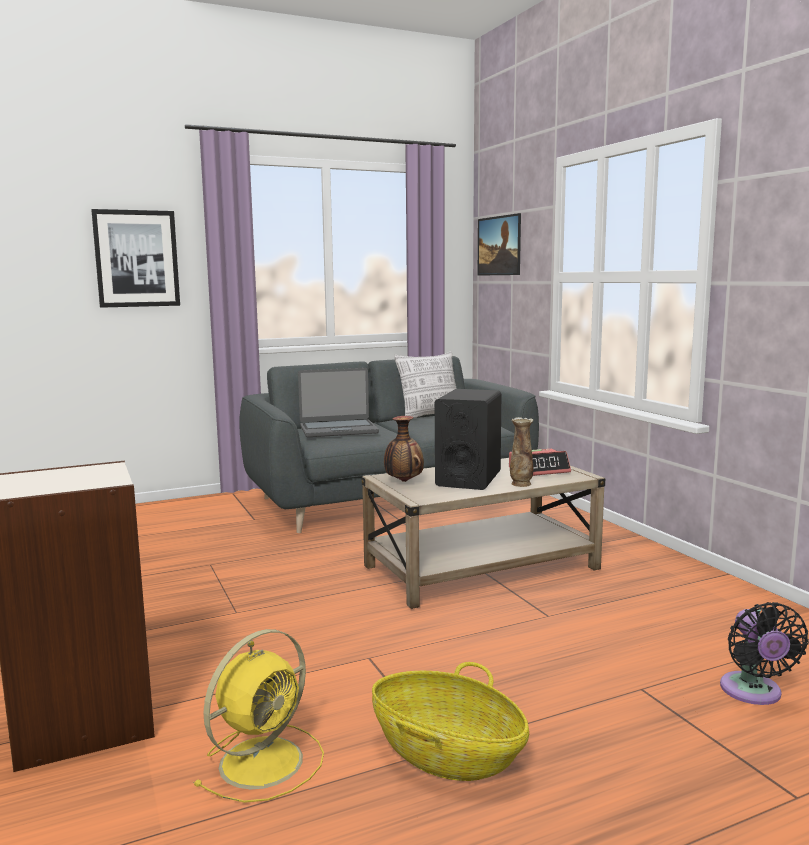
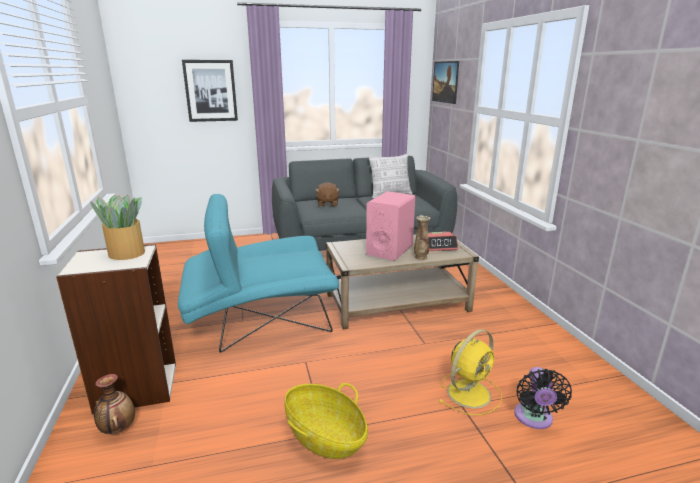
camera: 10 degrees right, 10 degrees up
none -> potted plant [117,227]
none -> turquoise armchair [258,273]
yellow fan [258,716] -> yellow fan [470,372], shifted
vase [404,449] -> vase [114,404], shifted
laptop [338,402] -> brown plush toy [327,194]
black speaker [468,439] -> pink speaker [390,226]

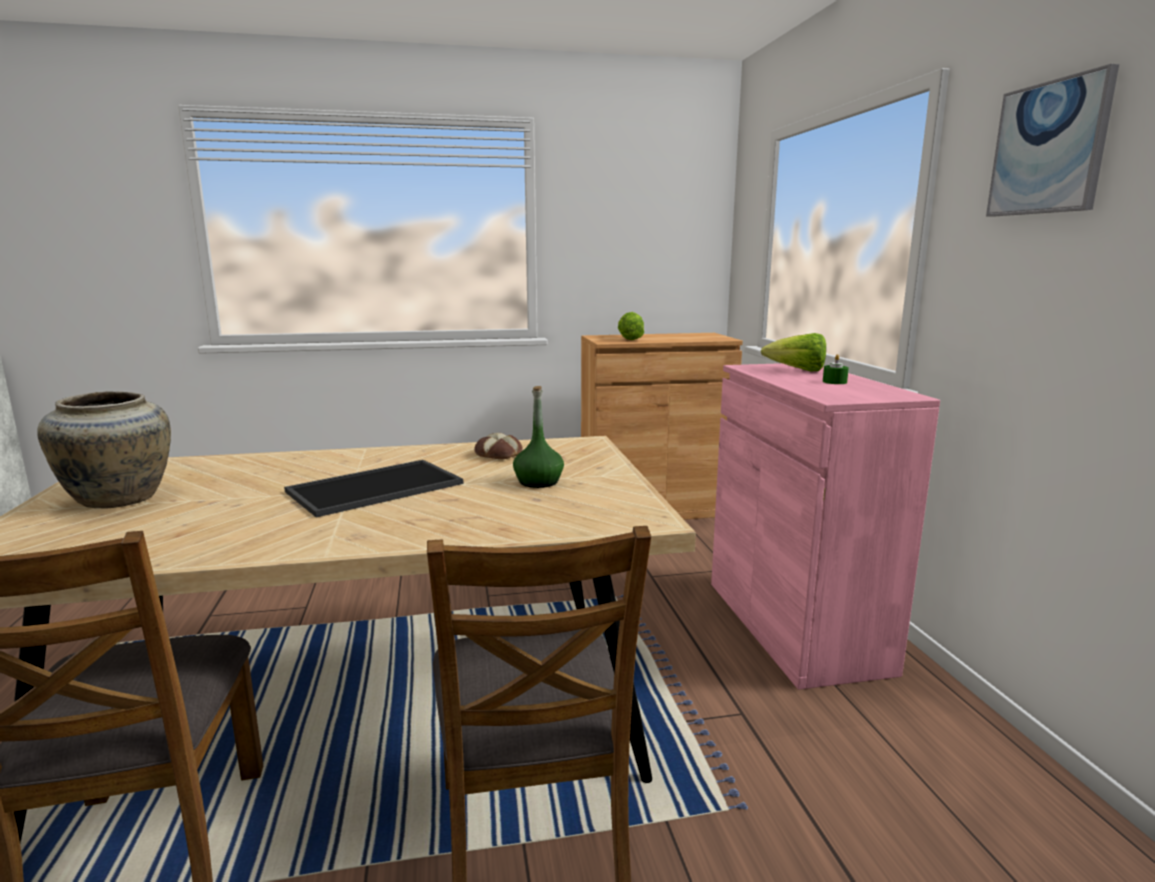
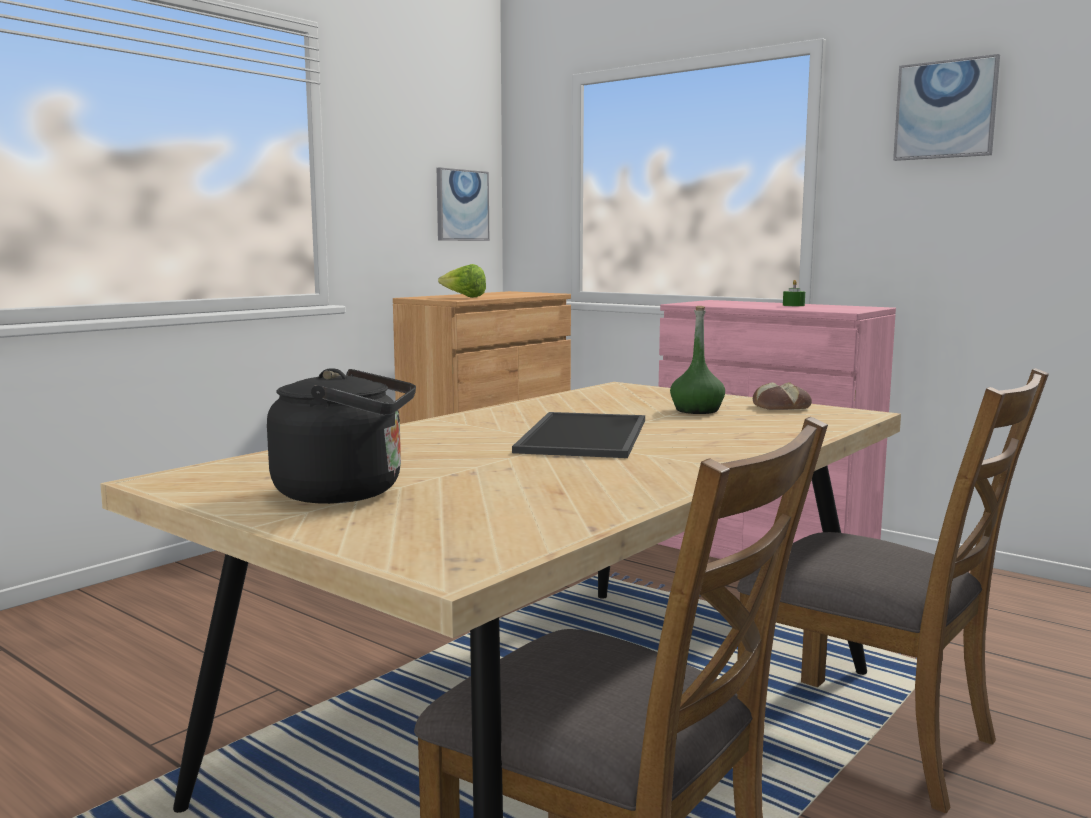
camera: 40 degrees left, 5 degrees down
lettuce [793,352] -> none
none -> picture [463,204]
bread [498,446] -> bread [782,396], shifted
beige vase [104,449] -> black kettle [341,436]

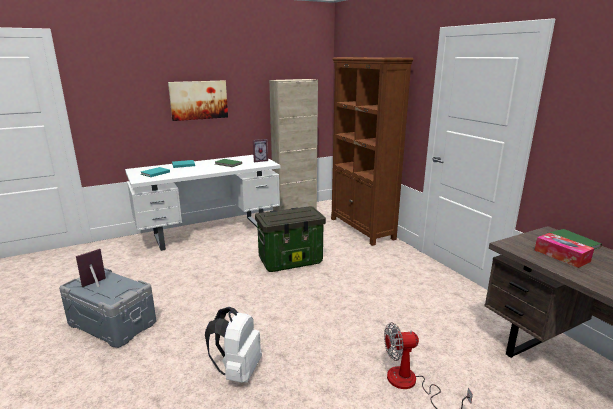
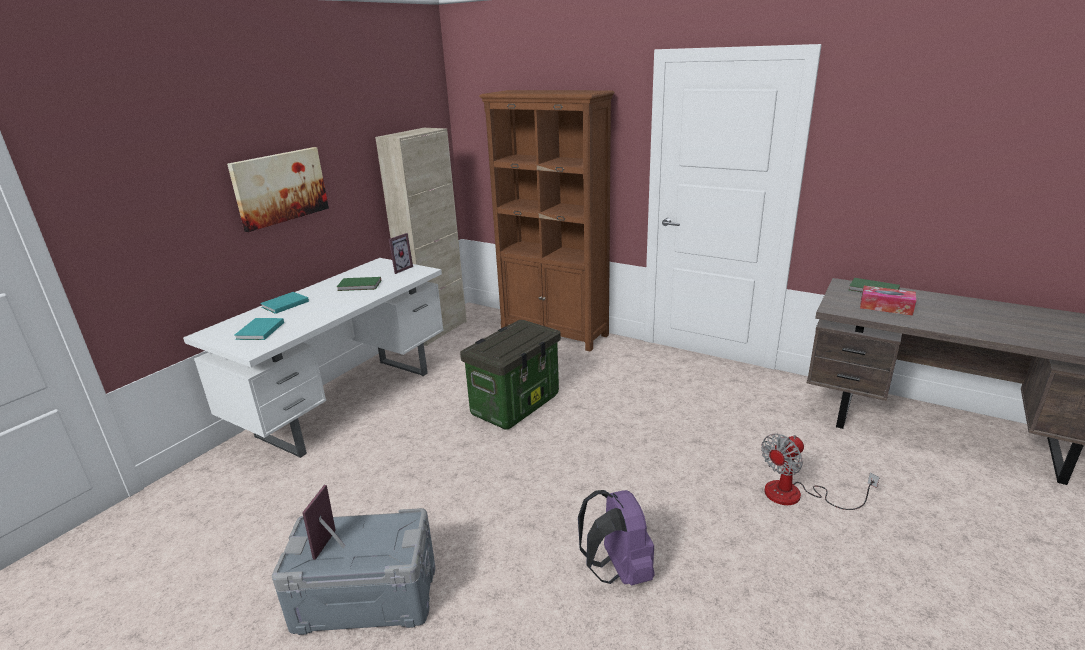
camera: 30 degrees left, 5 degrees up
white backpack [233,345] -> purple backpack [616,538]

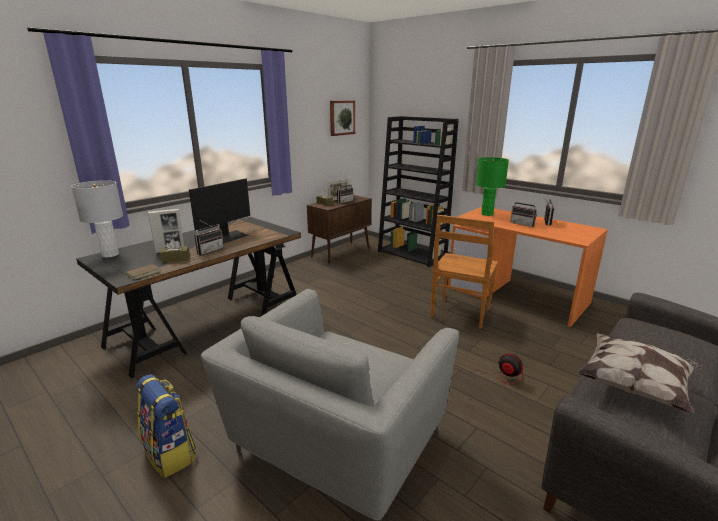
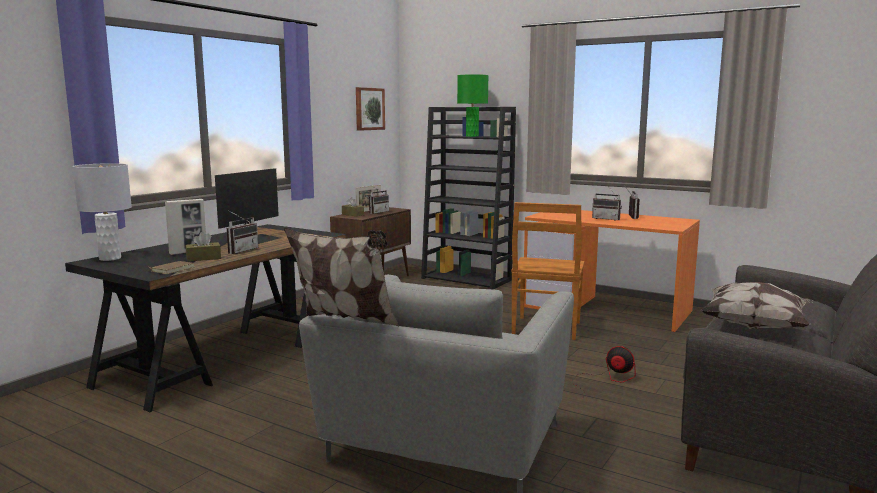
camera: 10 degrees left, 10 degrees down
backpack [166,426] -> none
none -> pillow [341,277]
green table lamp [492,186] -> green table lamp [473,105], shifted

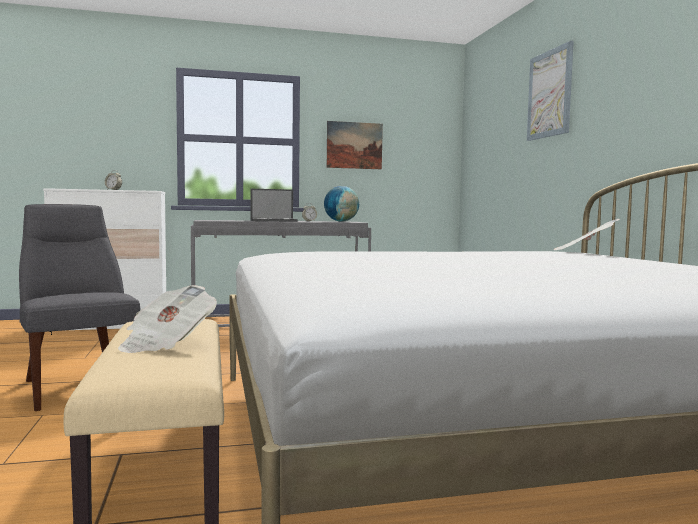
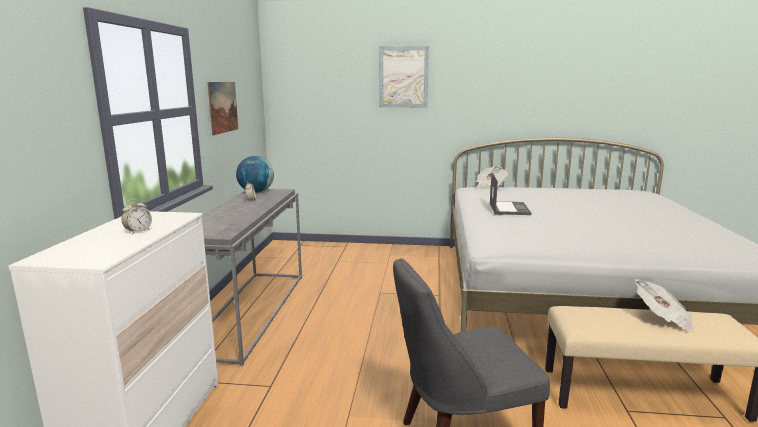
camera: 70 degrees left, 10 degrees up
laptop [274,205] -> laptop [510,194], shifted

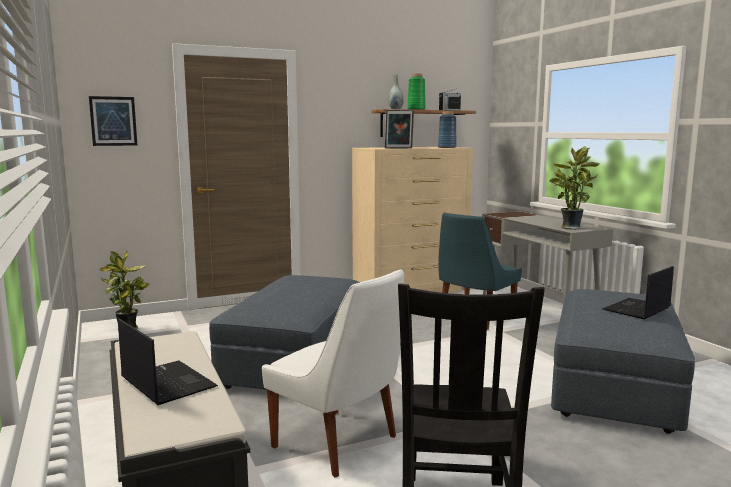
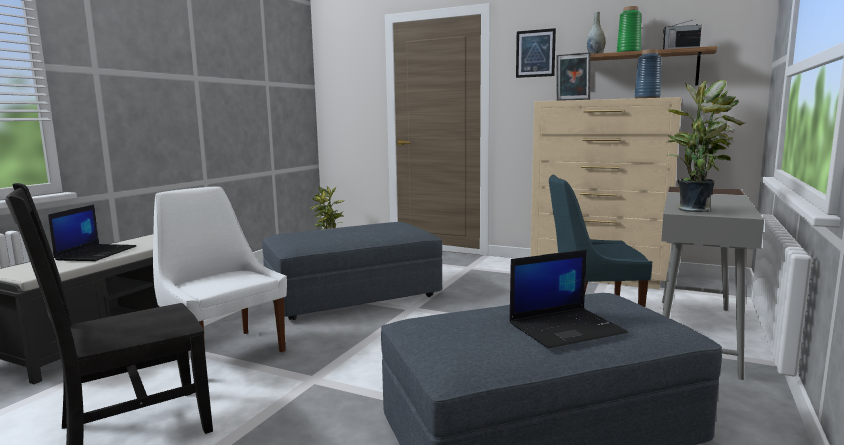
camera: 50 degrees right, 0 degrees up
picture [113,121] -> picture [536,53], shifted
white chair [333,373] -> white chair [220,269], 135 degrees clockwise
laptop [638,292] -> laptop [568,299], 150 degrees clockwise

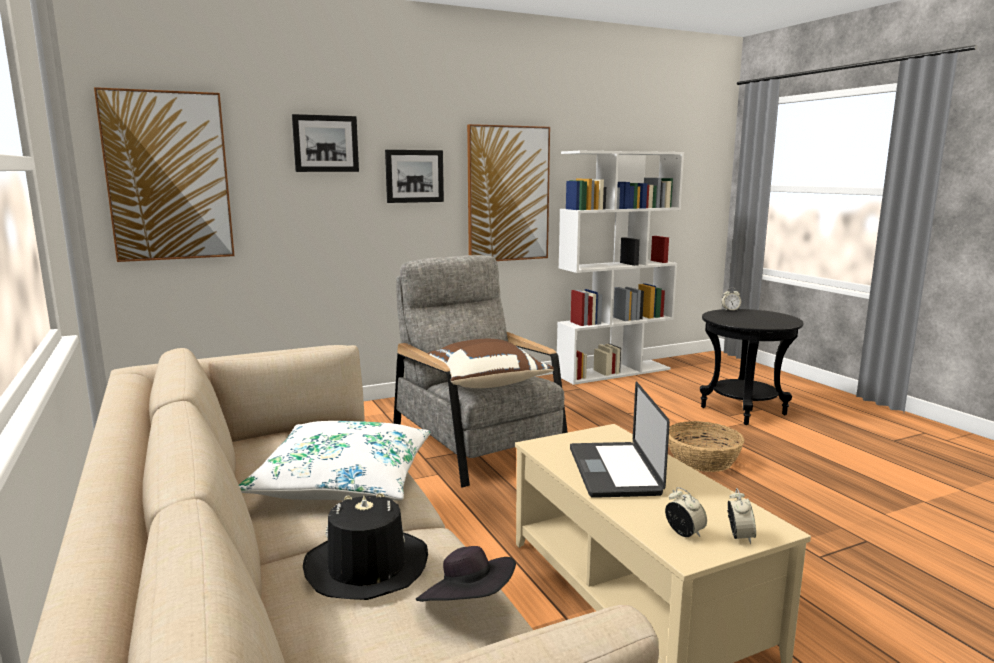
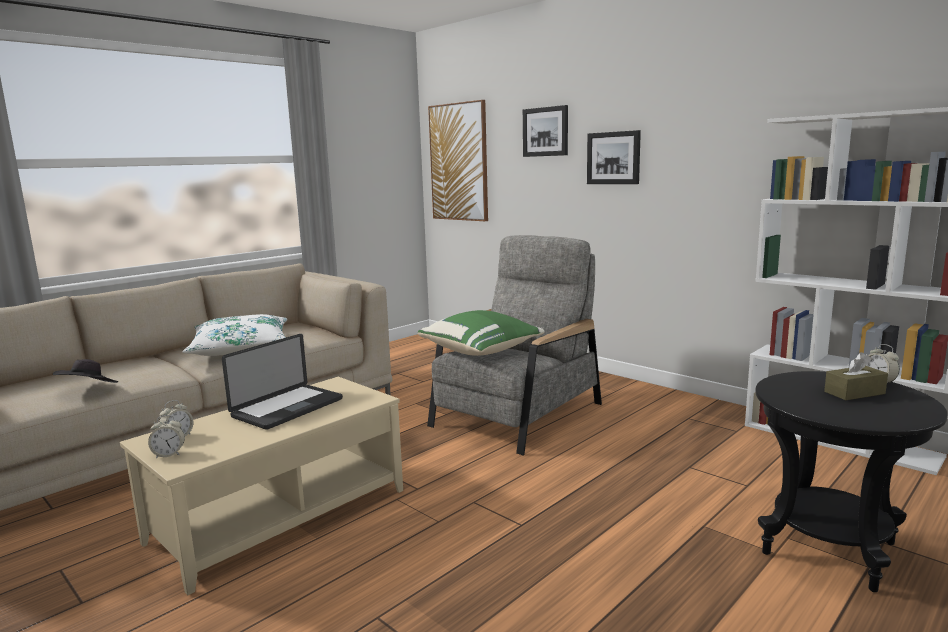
camera: 70 degrees right, 0 degrees up
black hat [365,546] -> none
picture [508,192] -> none
basket [706,446] -> none
none -> brown tissue box [856,376]
brown pillow [490,363] -> green pillow [481,333]
laptop [620,440] -> laptop [282,382], 150 degrees clockwise

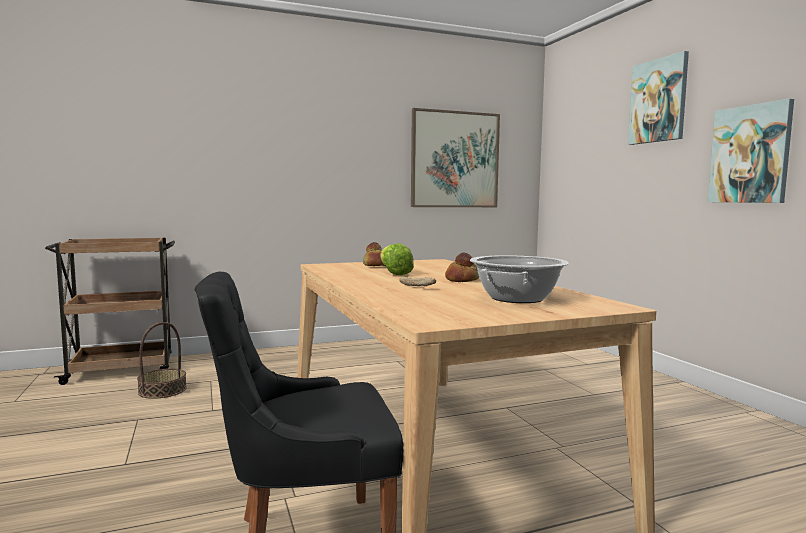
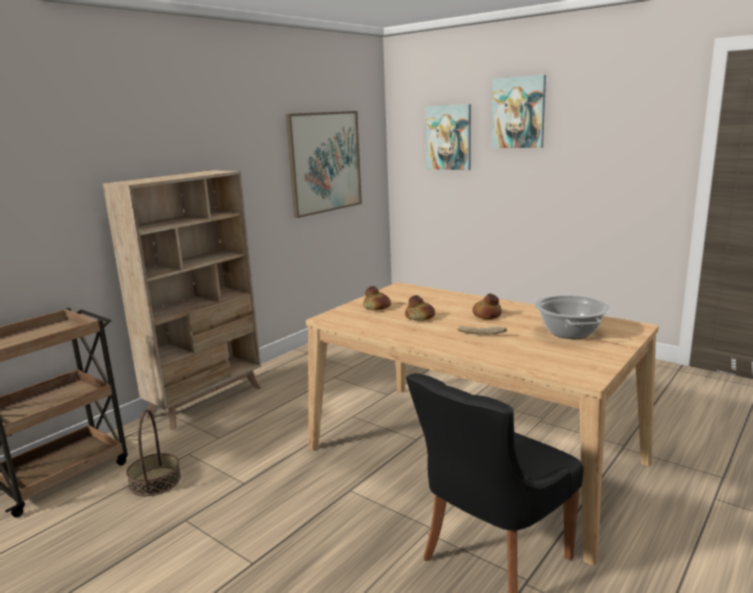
camera: 30 degrees left, 10 degrees up
none -> beige bookcase [182,300]
picture [751,151] -> picture [448,137], shifted
lettuce [397,259] -> bread [420,308]

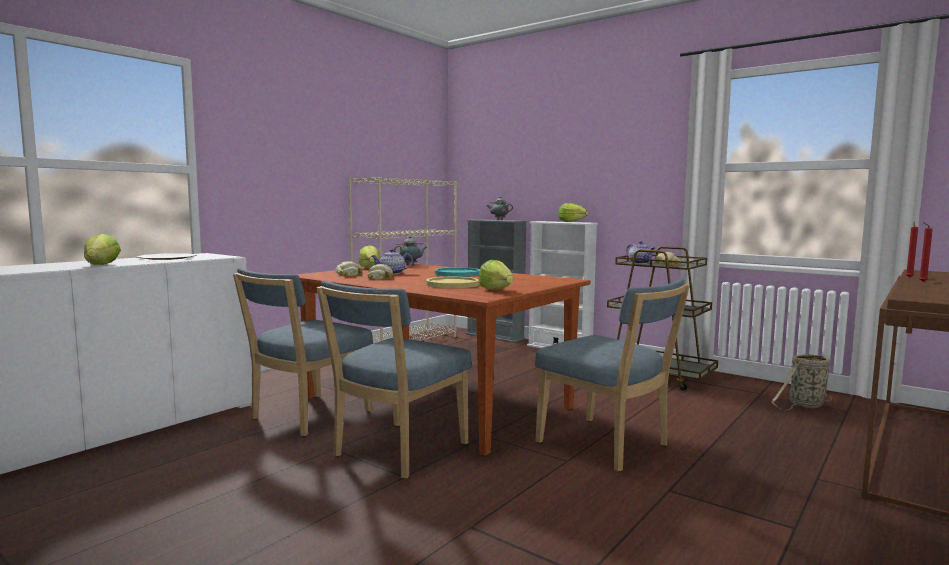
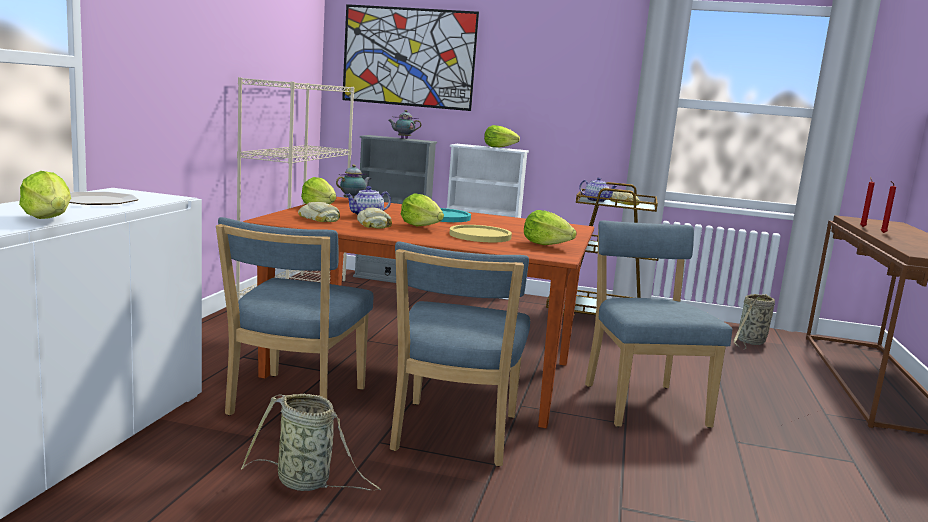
camera: 25 degrees left, 5 degrees up
none -> basket [311,442]
none -> picture [410,57]
none -> lettuce [422,209]
blue chair [612,375] -> blue chair [658,324], 120 degrees counterclockwise

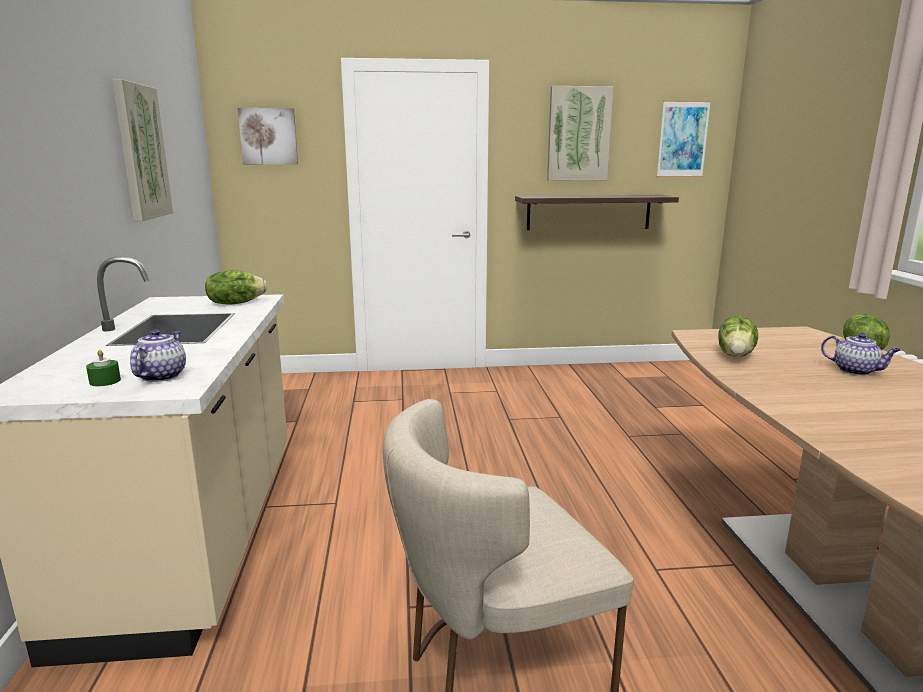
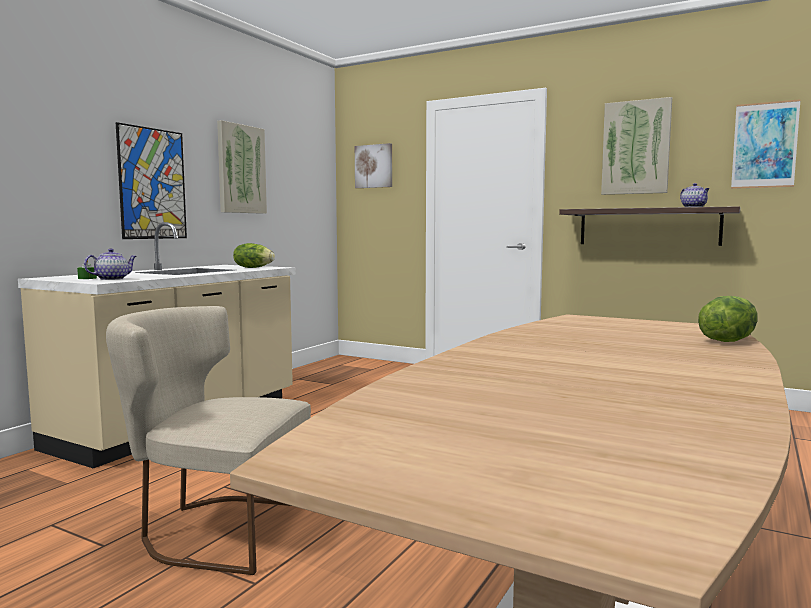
camera: 35 degrees right, 10 degrees down
lettuce [738,337] -> none
none -> picture [151,180]
teapot [861,354] -> teapot [695,195], shifted

